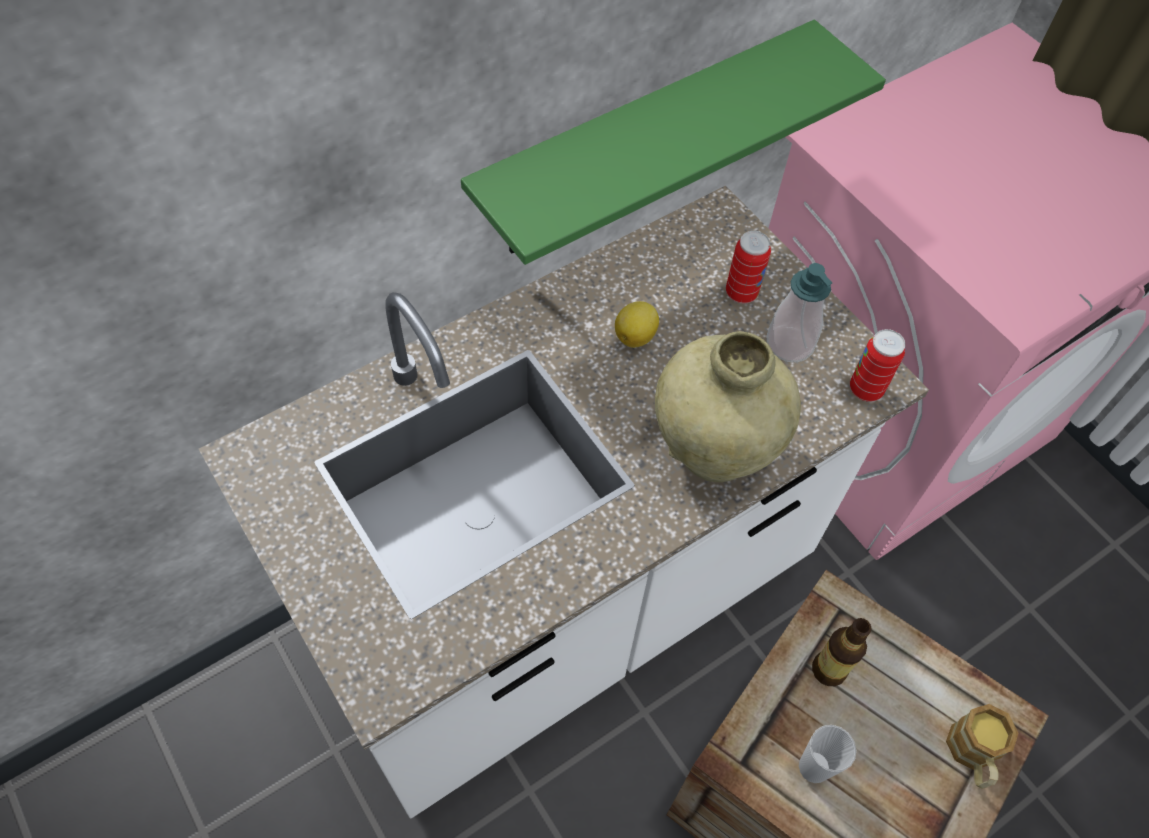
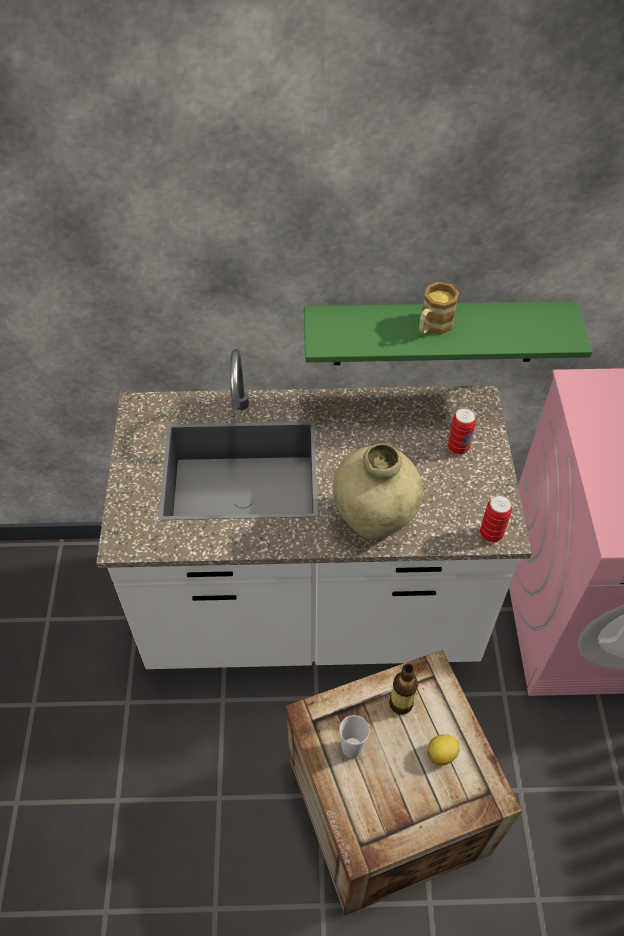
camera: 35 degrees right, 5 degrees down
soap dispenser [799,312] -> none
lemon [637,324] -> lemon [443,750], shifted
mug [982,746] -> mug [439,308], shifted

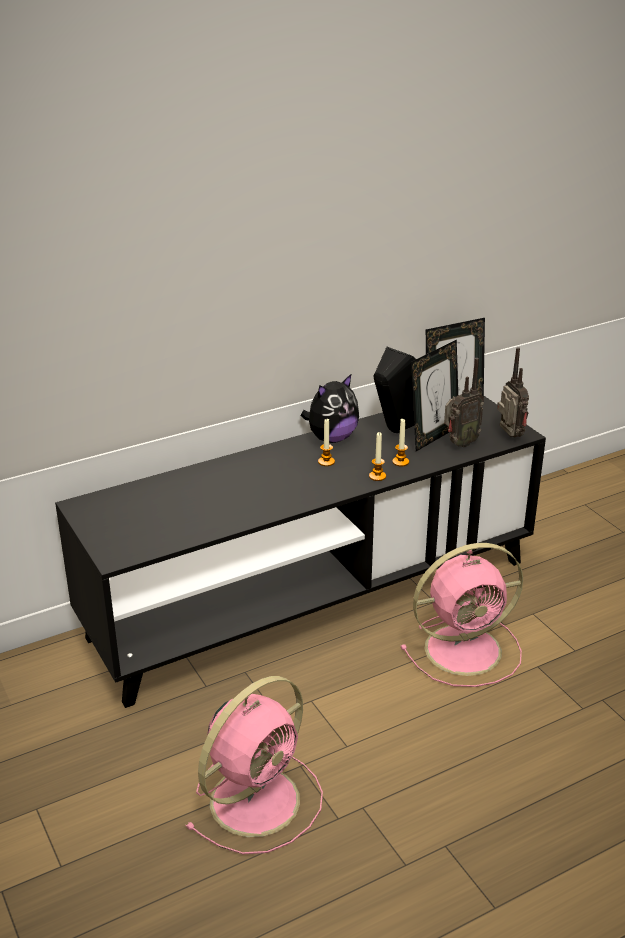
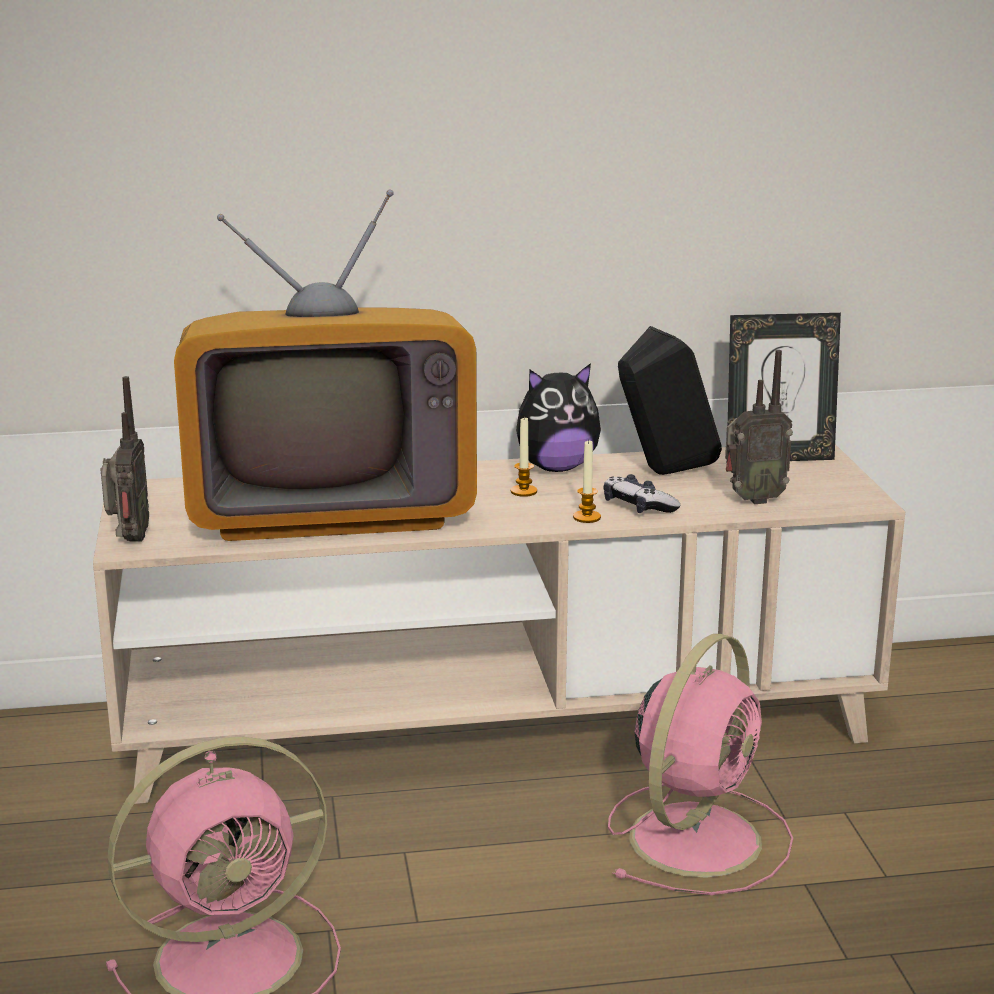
camera: 20 degrees right, 10 degrees down
picture frame [434,395] -> none
none -> television [325,365]
radio [513,392] -> radio [124,458], shifted
candle [400,443] -> game controller [642,493]
black tv stand [300,552] -> beige tv stand [499,624]
pink fan [462,615] -> pink fan [700,764], 60 degrees counterclockwise

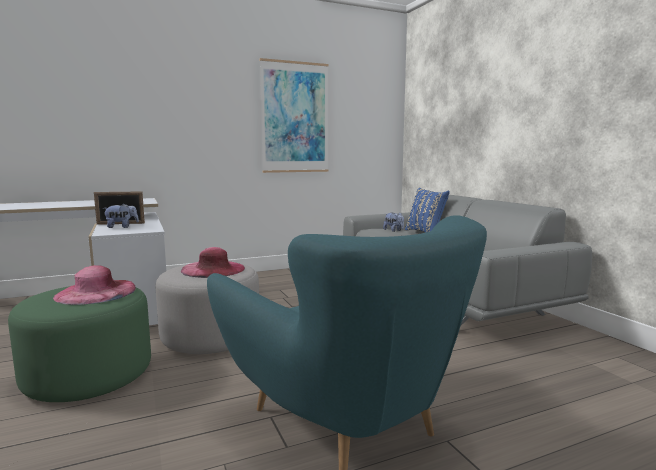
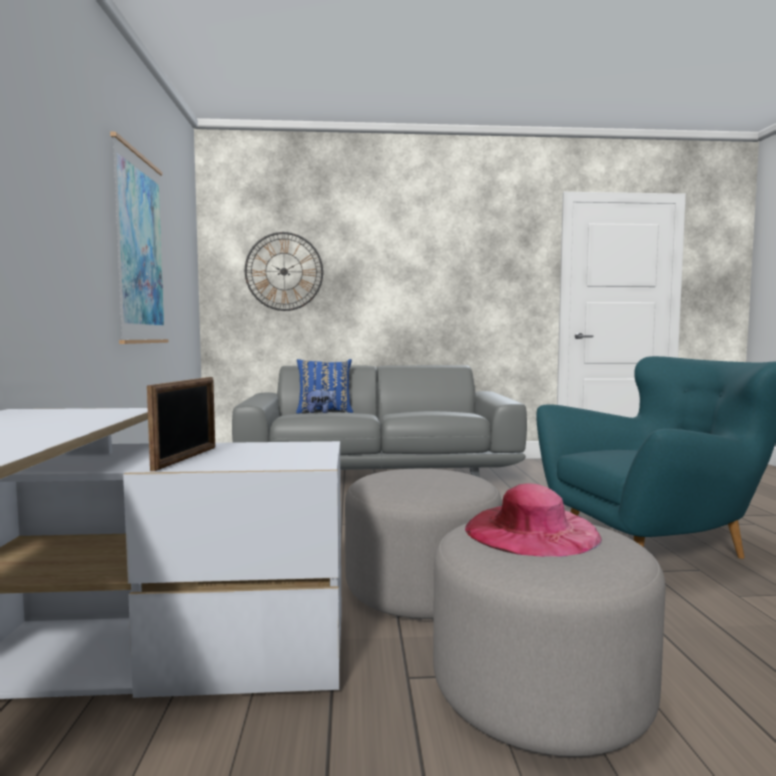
camera: 70 degrees left, 5 degrees down
plush toy [120,215] -> none
pink hat [213,262] -> none
none -> wall clock [284,271]
green ottoman [79,344] -> grey ottoman [549,639]

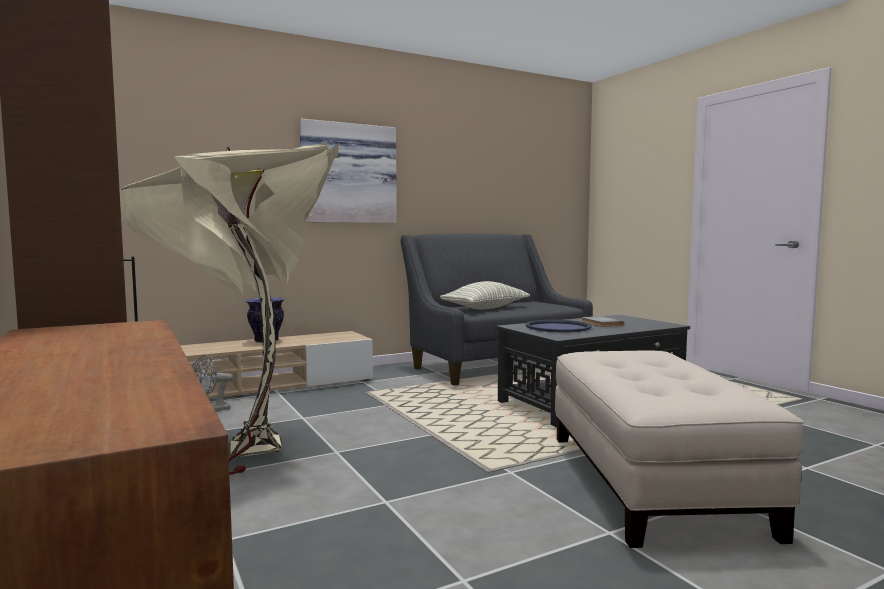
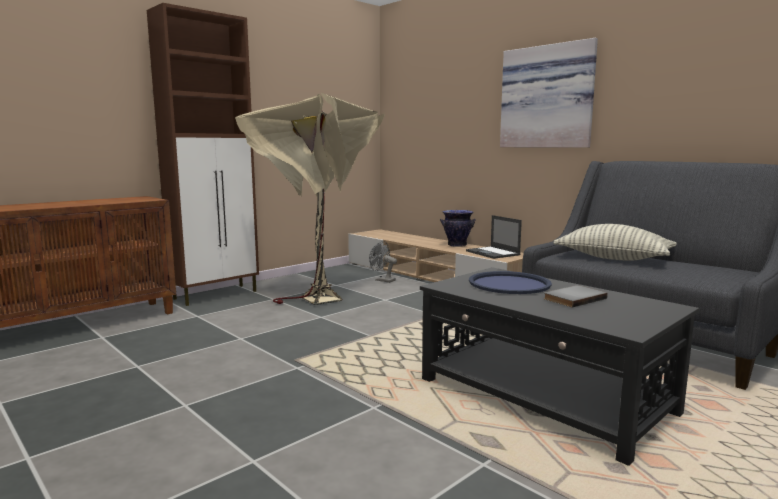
camera: 75 degrees right, 5 degrees up
beige ottoman [679,449] -> none
none -> laptop [494,237]

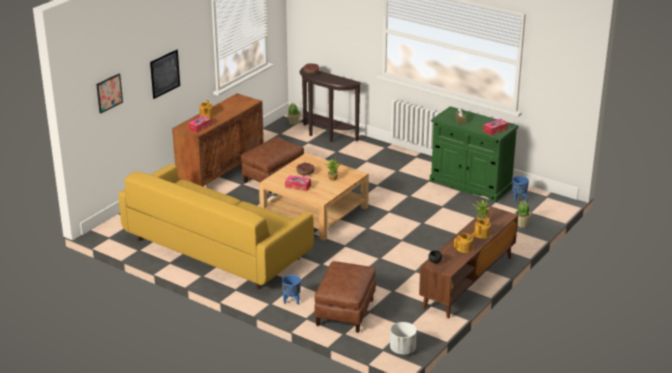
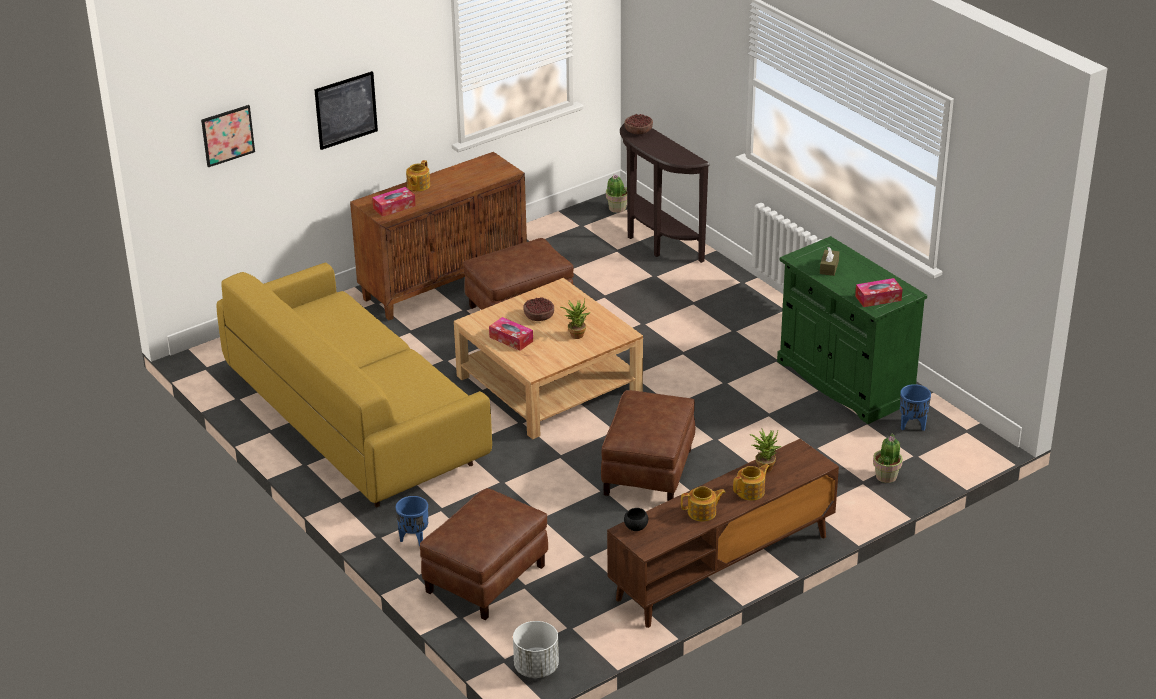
camera: 20 degrees right, 5 degrees up
none -> brown ottoman [648,445]

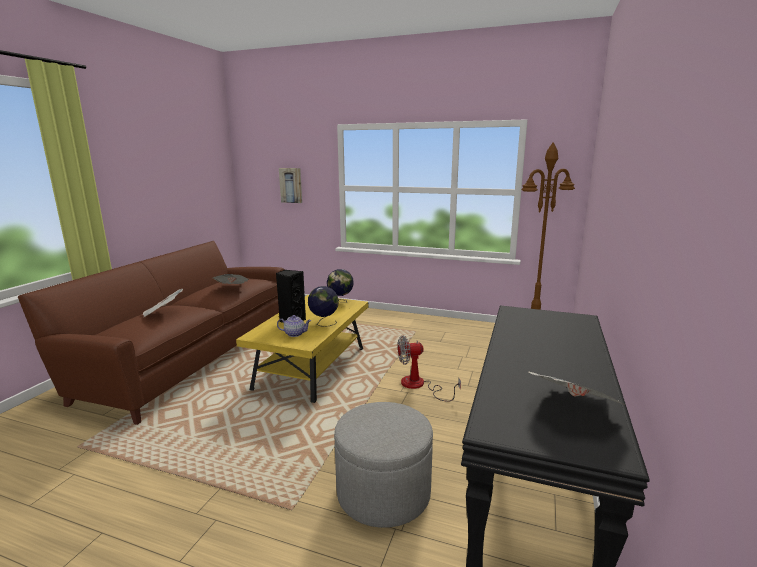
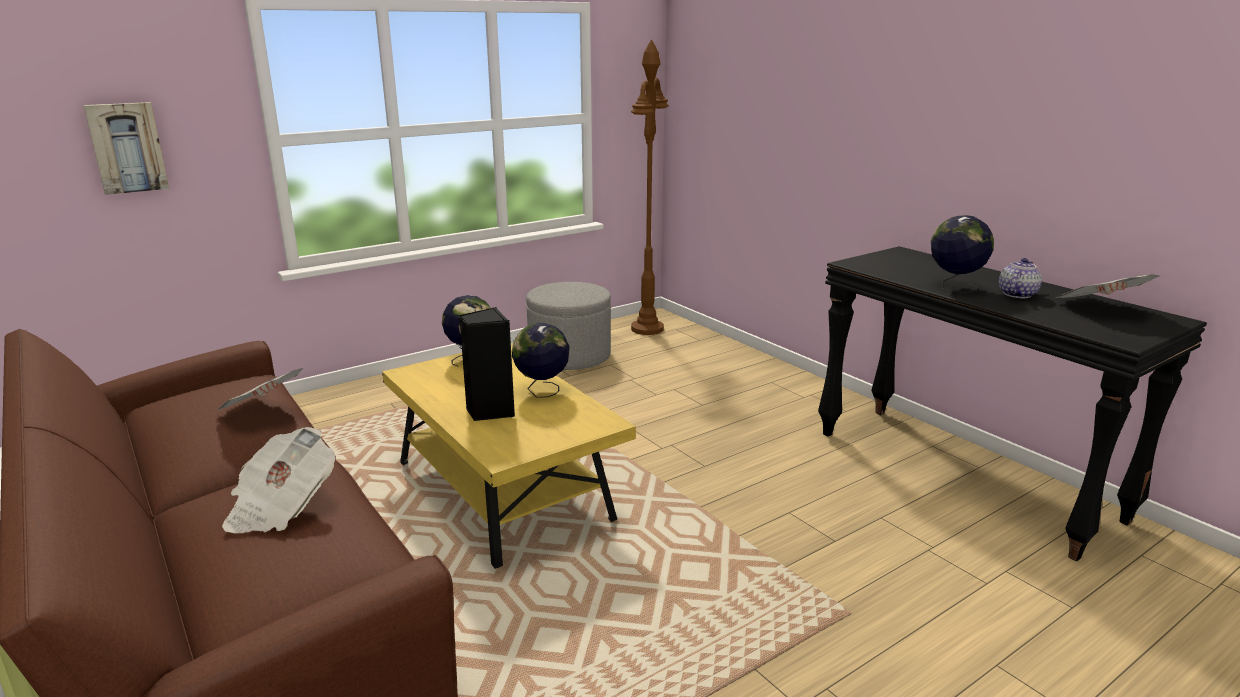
camera: 55 degrees left, 5 degrees up
fan [429,369] -> none
none -> globe [962,254]
teapot [294,326] -> teapot [1020,278], shifted
grey ottoman [383,465] -> grey ottoman [568,326], shifted

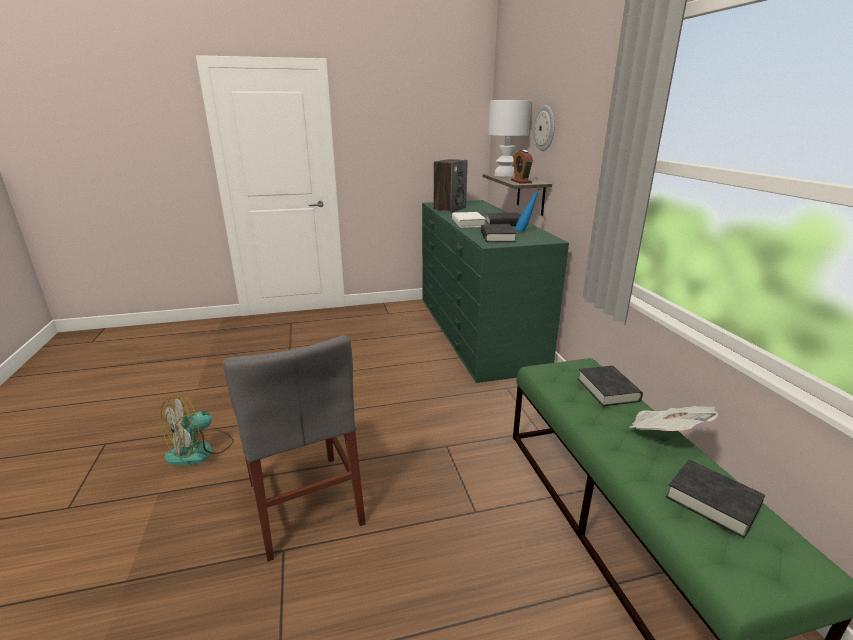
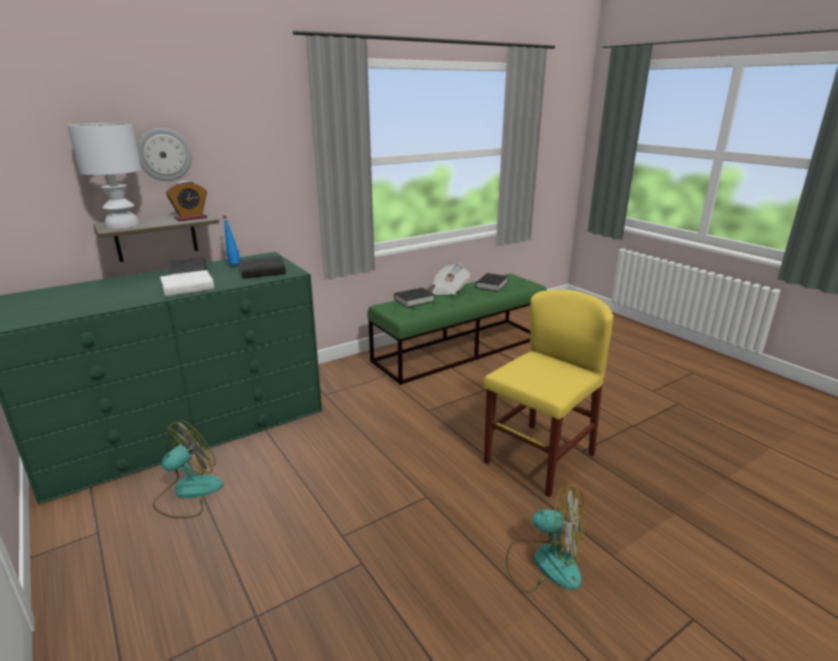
camera: 110 degrees left, 0 degrees up
speaker [451,185] -> none
none -> fan [188,469]
grey chair [294,448] -> yellow chair [548,393]

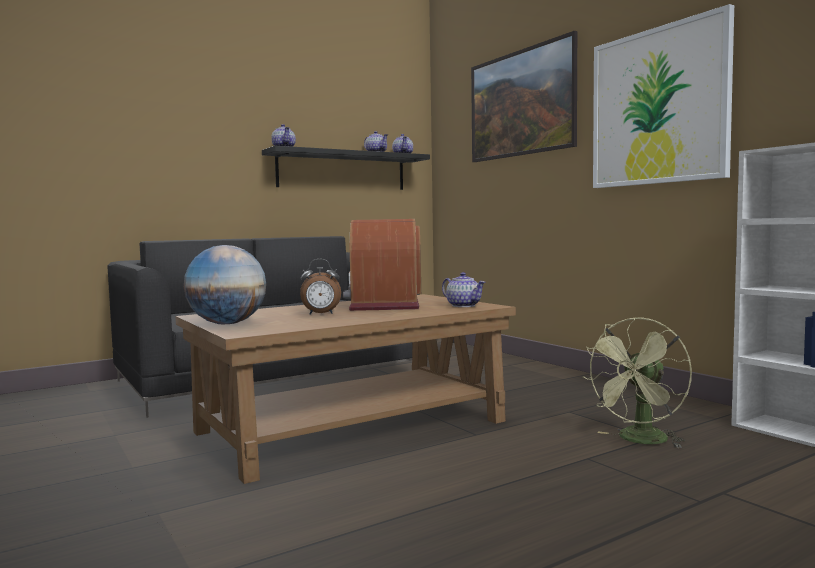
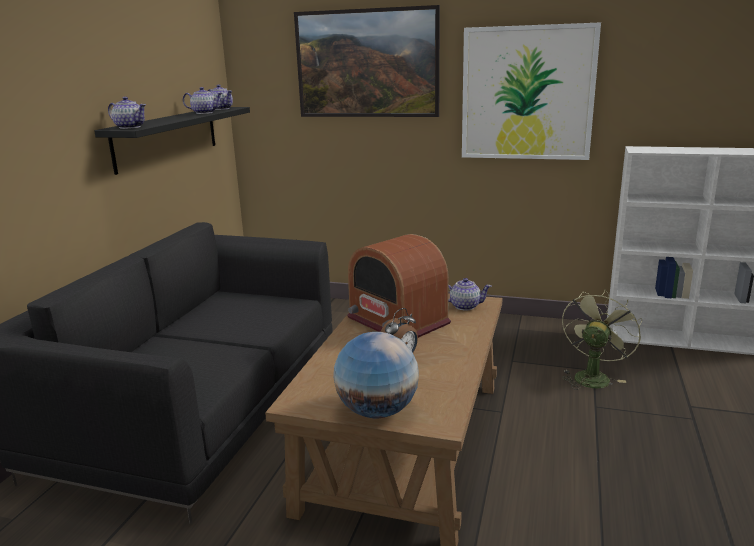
camera: 40 degrees left, 15 degrees up
green fan [637,382] -> green fan [602,340], 150 degrees counterclockwise

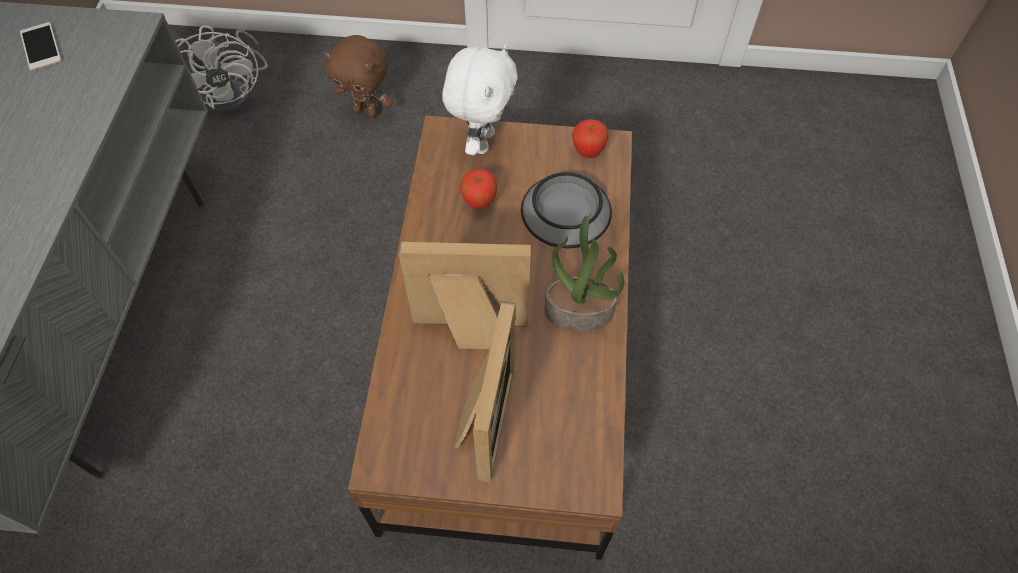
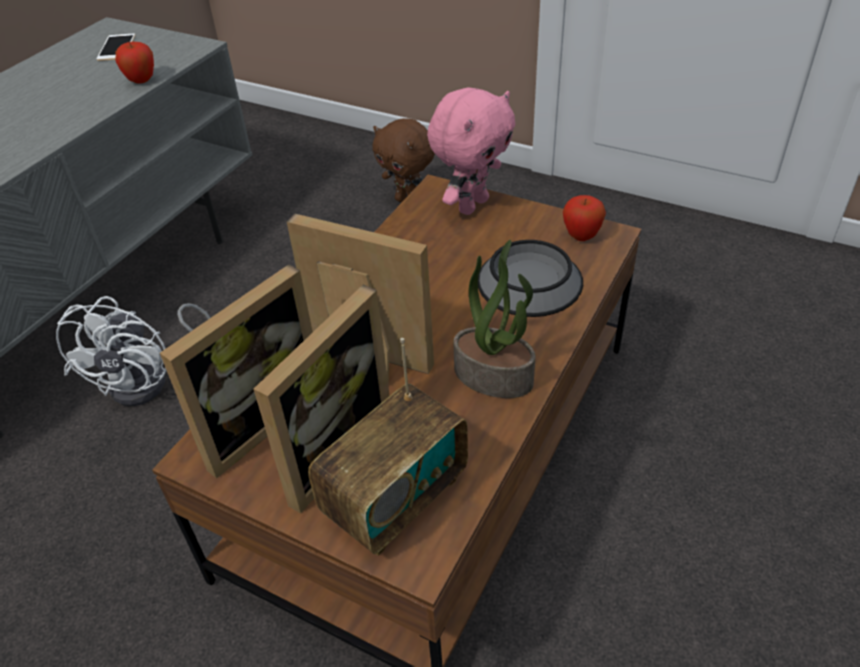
camera: 25 degrees right, 15 degrees down
none -> picture frame [236,371]
none -> radio [388,447]
white fan [222,70] -> white fan [133,351], shifted
apple [479,189] -> apple [135,63], shifted
white plush toy [479,99] -> pink plush toy [471,151]

